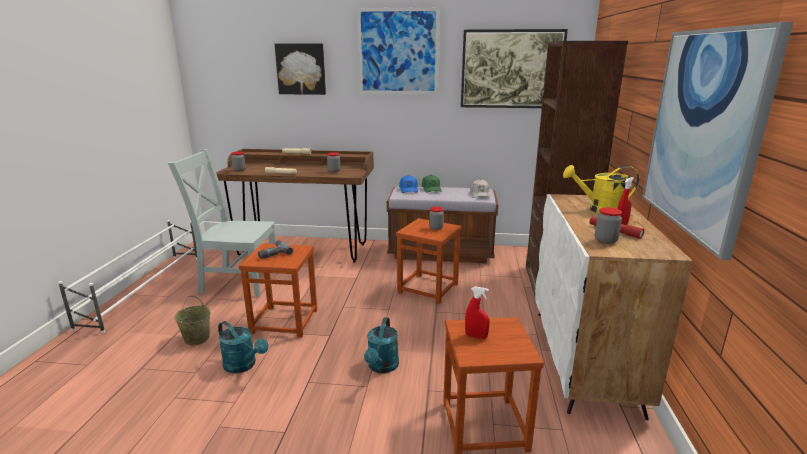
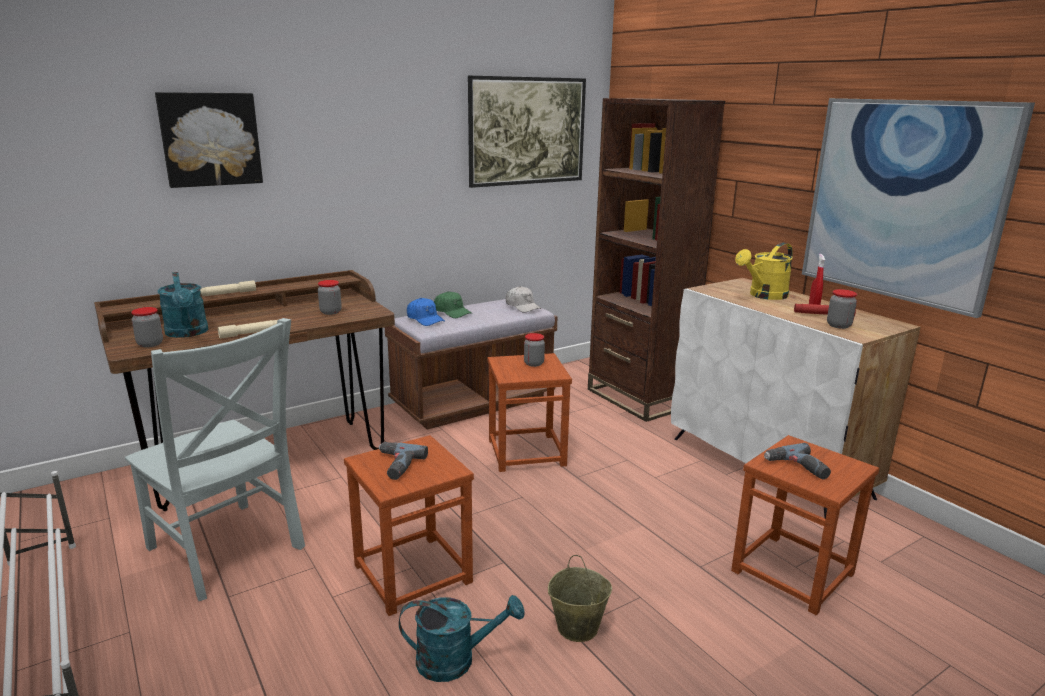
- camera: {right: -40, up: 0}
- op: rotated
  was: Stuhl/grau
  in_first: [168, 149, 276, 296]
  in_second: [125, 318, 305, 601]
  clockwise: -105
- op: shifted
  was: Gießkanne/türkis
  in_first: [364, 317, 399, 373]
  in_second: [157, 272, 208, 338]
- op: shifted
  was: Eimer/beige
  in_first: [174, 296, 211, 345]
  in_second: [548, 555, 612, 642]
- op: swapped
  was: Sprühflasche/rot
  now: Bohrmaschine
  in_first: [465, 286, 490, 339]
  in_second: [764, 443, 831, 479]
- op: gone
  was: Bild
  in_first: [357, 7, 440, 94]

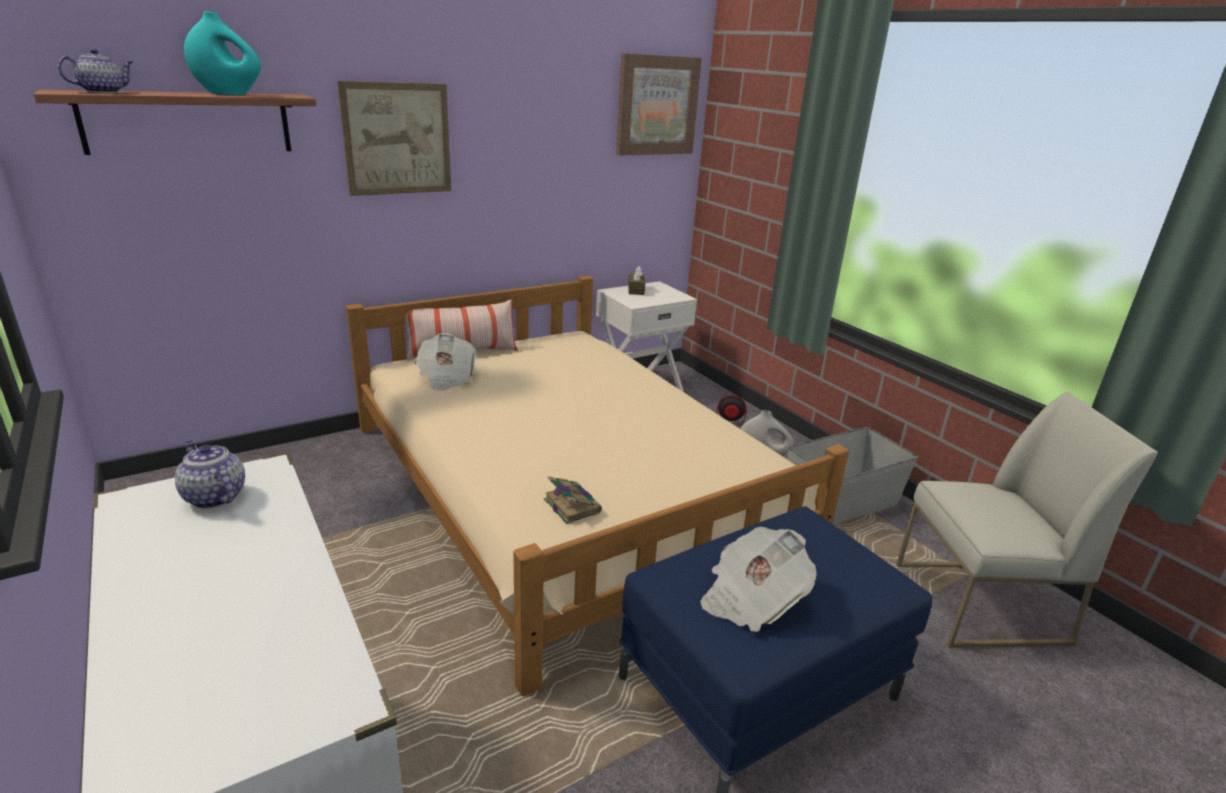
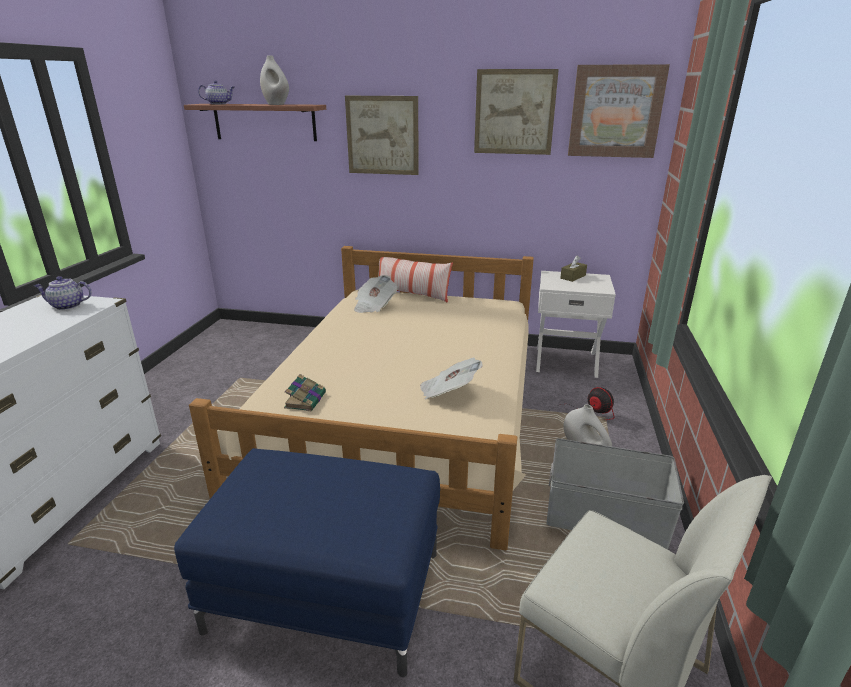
- camera: {right: 45, up: 0}
- op: rotated
  was: Teekanne
  in_first: [175, 441, 245, 509]
  in_second: [34, 276, 92, 310]
  clockwise: -90
- op: repainted
  was: Vase/türkis
  now: Vase/weiß
  in_first: [184, 11, 261, 95]
  in_second: [260, 55, 289, 105]
- op: shifted
  was: Zeitung
  in_first: [700, 526, 817, 632]
  in_second: [420, 358, 483, 400]
- op: new
  now: Bild
  in_second: [474, 69, 559, 155]

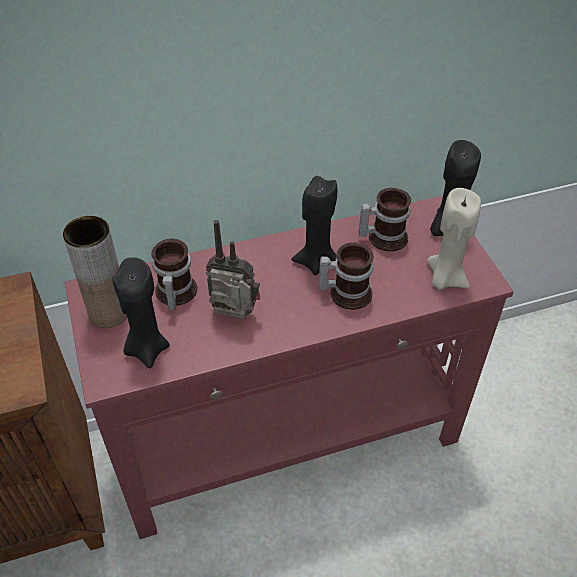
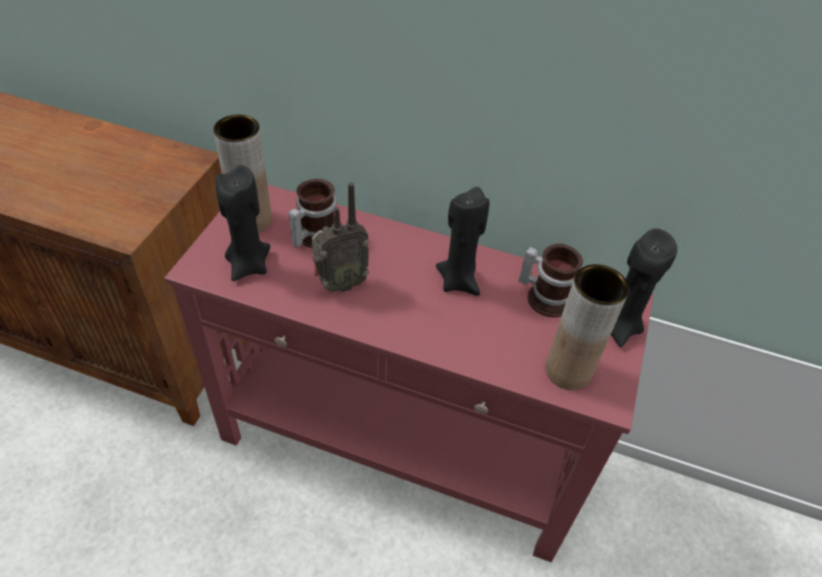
- camera: {right: 35, up: 0}
- op: rotated
  was: Radio
  in_first: [206, 220, 260, 319]
  in_second: [312, 182, 369, 292]
  clockwise: 105
- op: swapped
  was: Kerze/beige
  now: Vase/braun
  in_first: [427, 188, 481, 290]
  in_second: [545, 264, 629, 390]
- op: gone
  was: Henkelbecher
  in_first: [319, 242, 374, 310]

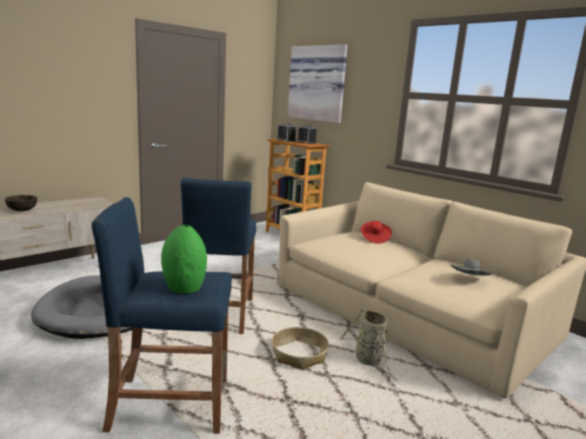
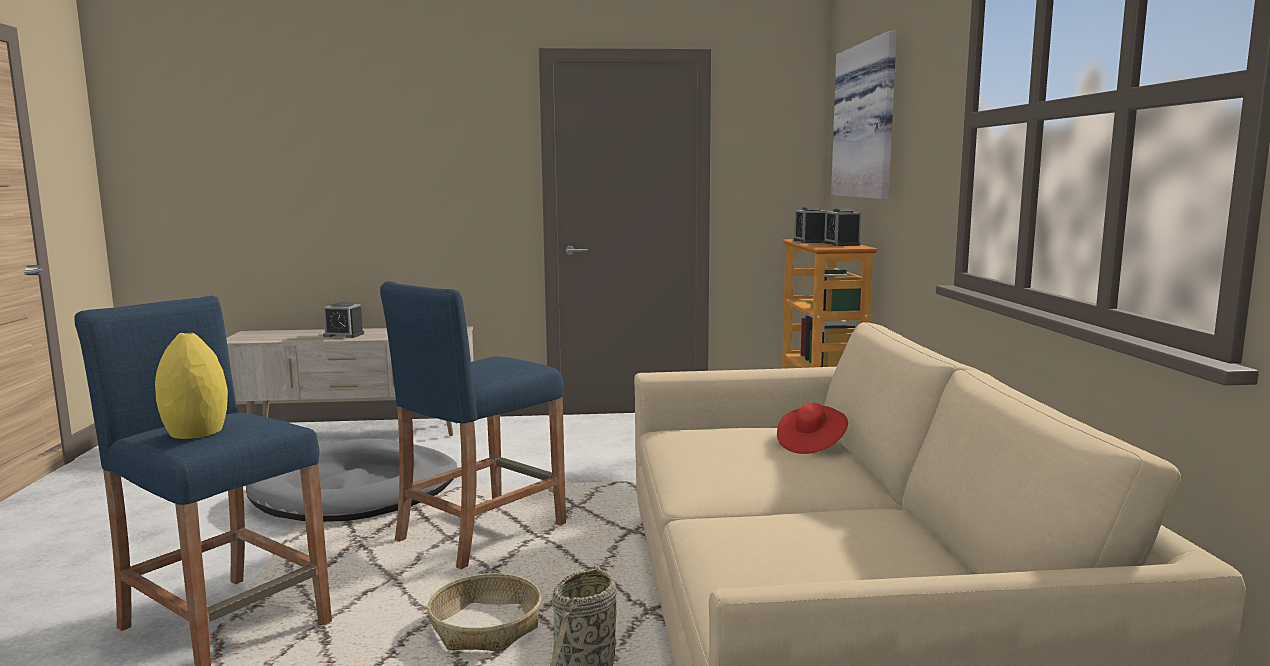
- camera: {right: 40, up: -5}
- op: repainted
  was: Vase/grün
  now: Vase/gelb
  in_first: [161, 225, 207, 293]
  in_second: [155, 333, 228, 439]
- op: swapped
  was: Schüssel/braun
  now: Wecker
  in_first: [5, 195, 37, 211]
  in_second: [323, 302, 364, 338]
- op: gone
  was: Hut/grau
  in_first: [451, 259, 492, 276]

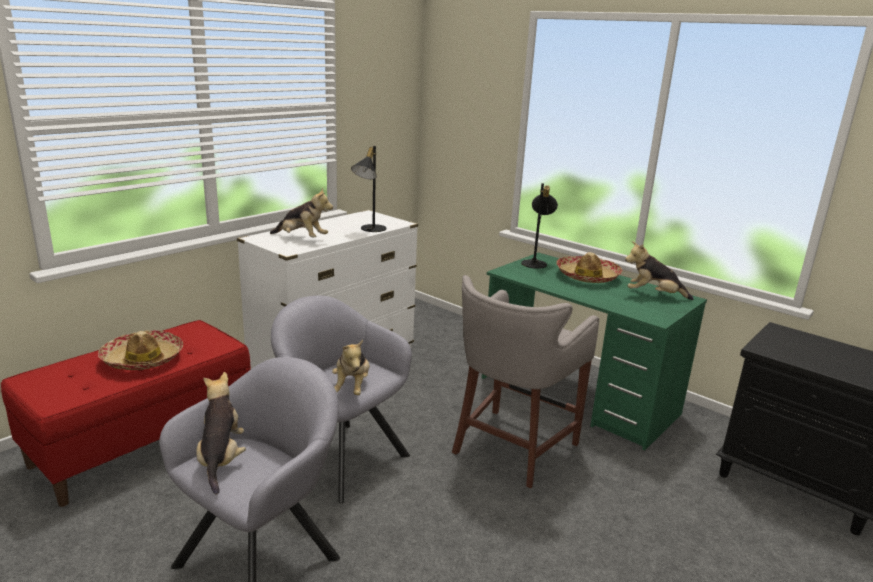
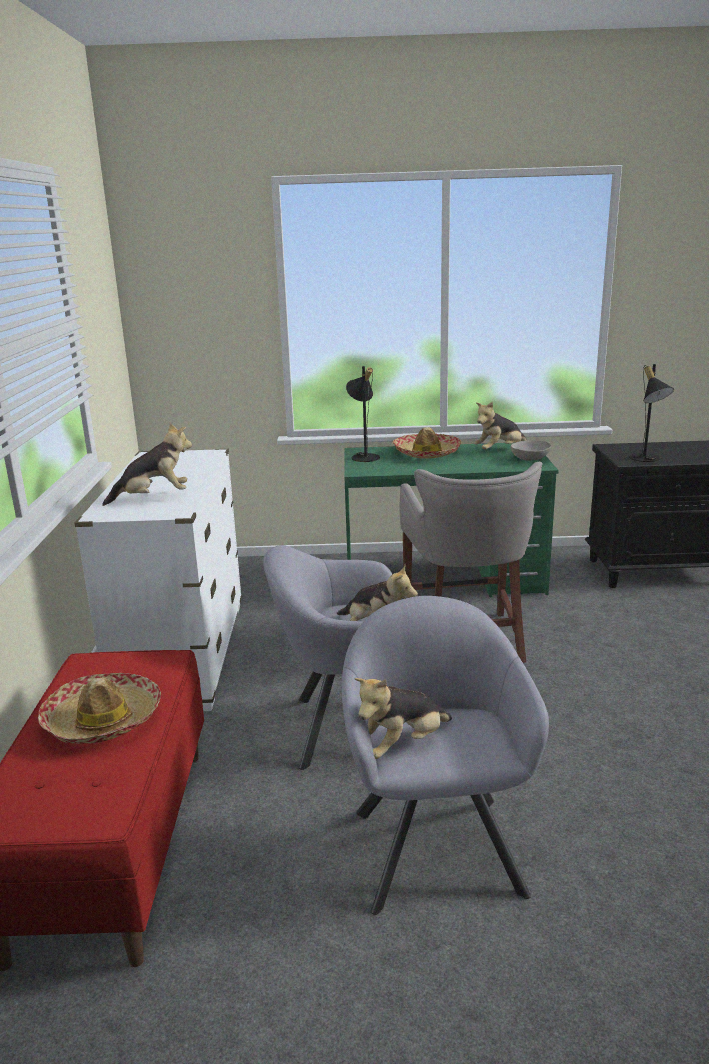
- camera: {right: -40, up: 0}
- op: rotated
  was: Plüschtier
  in_first: [196, 372, 246, 495]
  in_second: [354, 678, 452, 759]
  clockwise: -75
- op: new
  now: Schüssel/grau
  in_second: [511, 440, 551, 460]
- op: shifted
  was: Tischlampe/schwarz
  in_first: [351, 146, 386, 232]
  in_second: [629, 364, 674, 462]

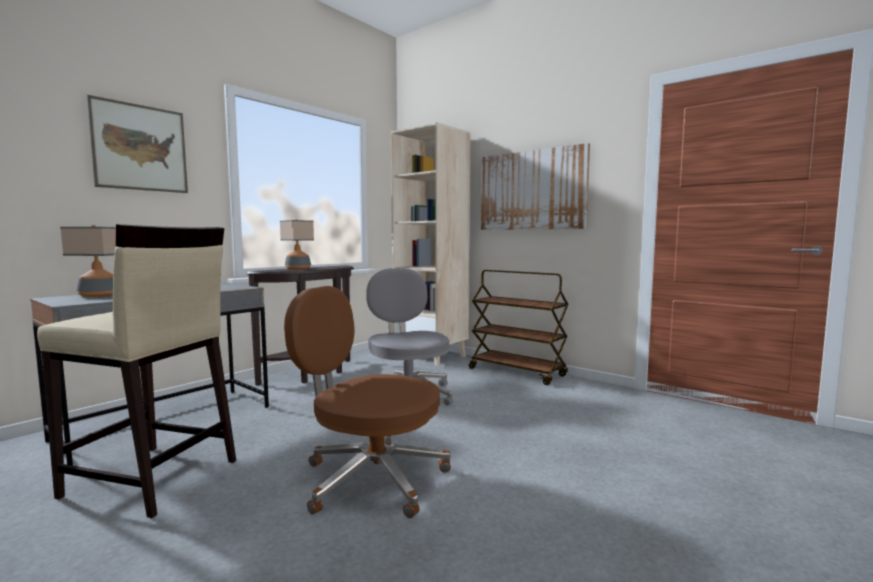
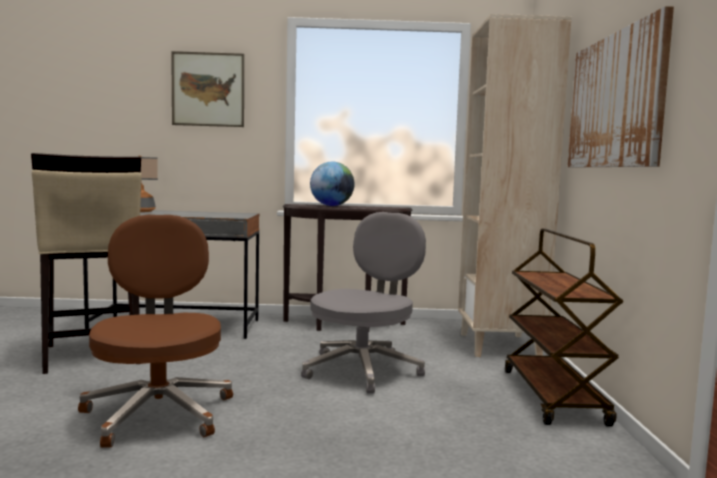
- camera: {right: 50, up: 0}
- op: swapped
  was: Tischlampe
  now: Globus
  in_first: [280, 219, 314, 270]
  in_second: [310, 162, 355, 206]

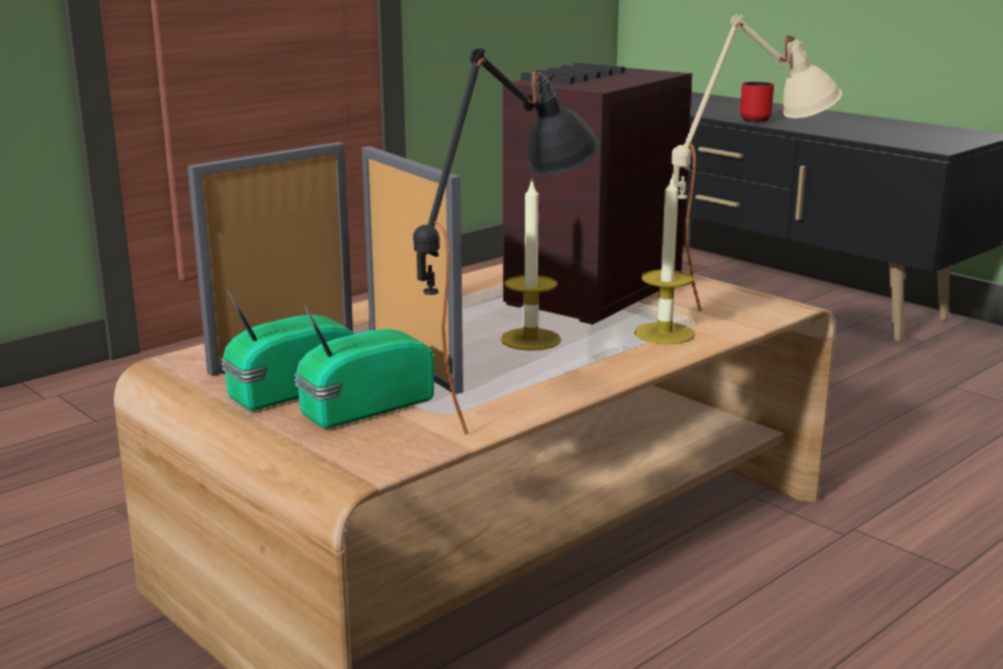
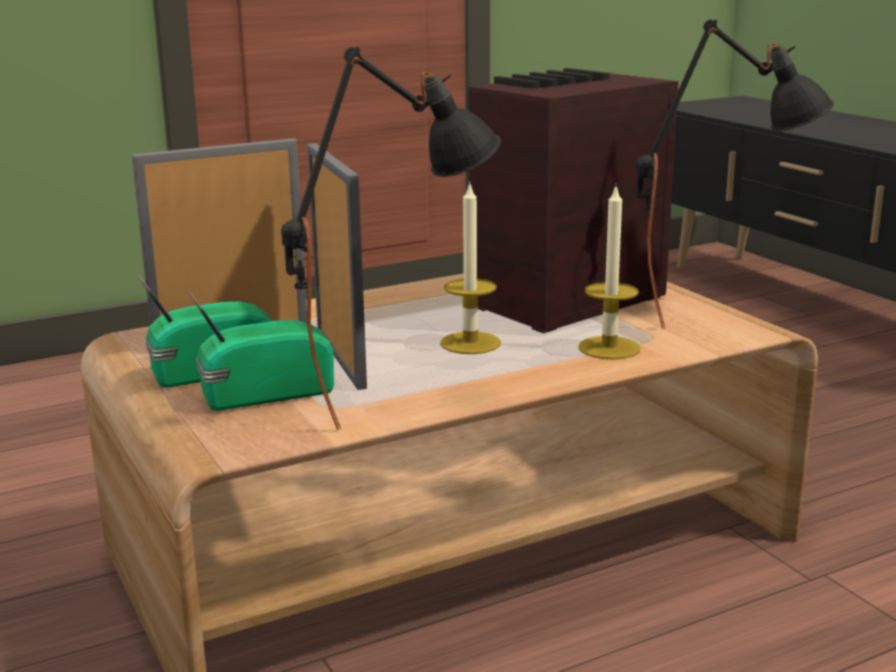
- camera: {right: 15, up: 0}
- op: repainted
  was: Tischlampe/beige
  now: Tischlampe/schwarz
  in_first: [671, 14, 842, 311]
  in_second: [636, 19, 834, 329]
- op: gone
  was: Henkelbecher/rot
  in_first: [740, 82, 774, 122]

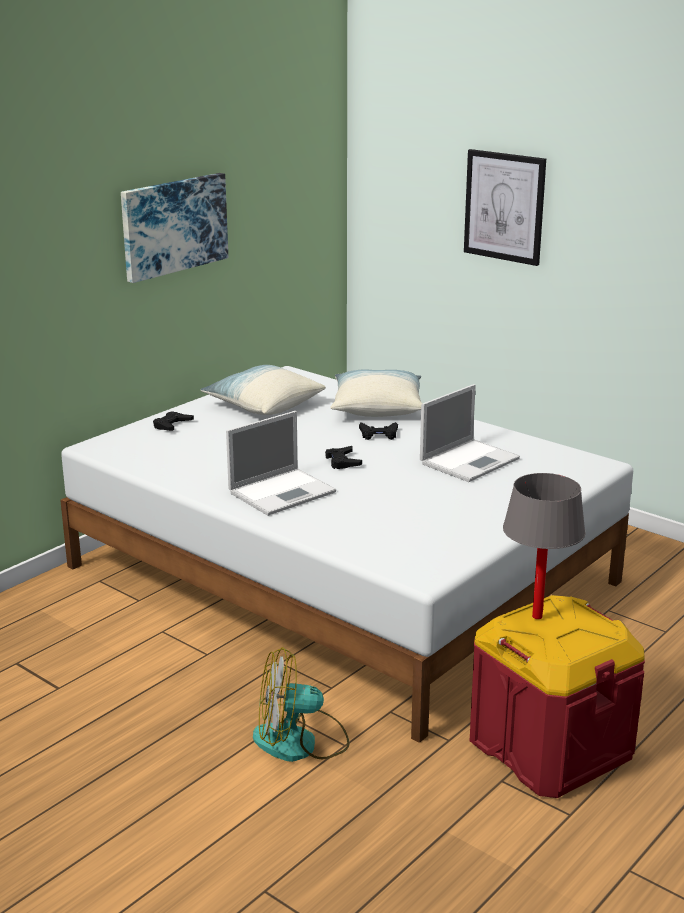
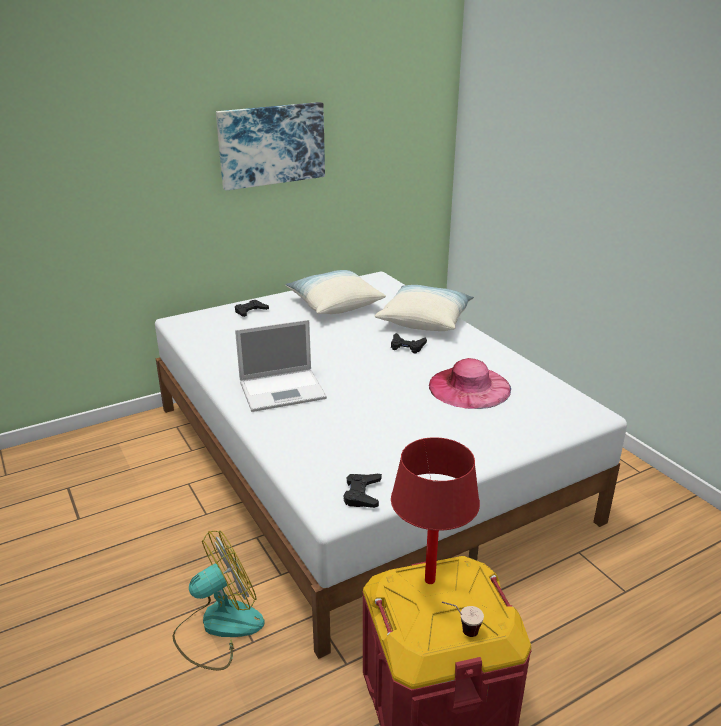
- camera: {right: 20, up: 5}
- op: rotated
  was: Ventilator
  in_first: [253, 647, 350, 762]
  in_second: [173, 531, 265, 670]
  clockwise: 135
- op: shifted
  was: Gamepad/schwarz
  in_first: [325, 446, 362, 469]
  in_second: [343, 474, 382, 508]
- op: repainted
  was: Tischlampe/grau
  now: Tischlampe/rot
  in_first: [503, 473, 586, 619]
  in_second: [391, 437, 480, 584]
- op: swapped
  was: Laptop
  now: Hut/rosa
  in_first: [420, 384, 520, 482]
  in_second: [429, 358, 511, 409]
- op: new
  now: Tasse
  in_second: [442, 601, 484, 637]
- op: gone
  was: Bild
  in_first: [464, 149, 546, 266]

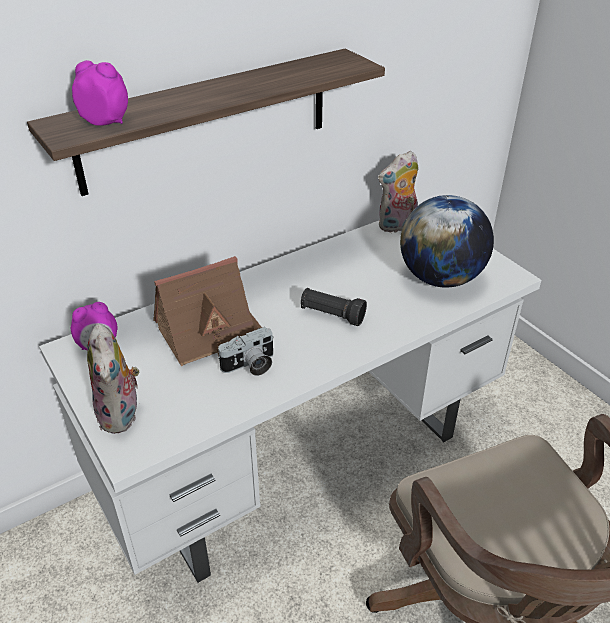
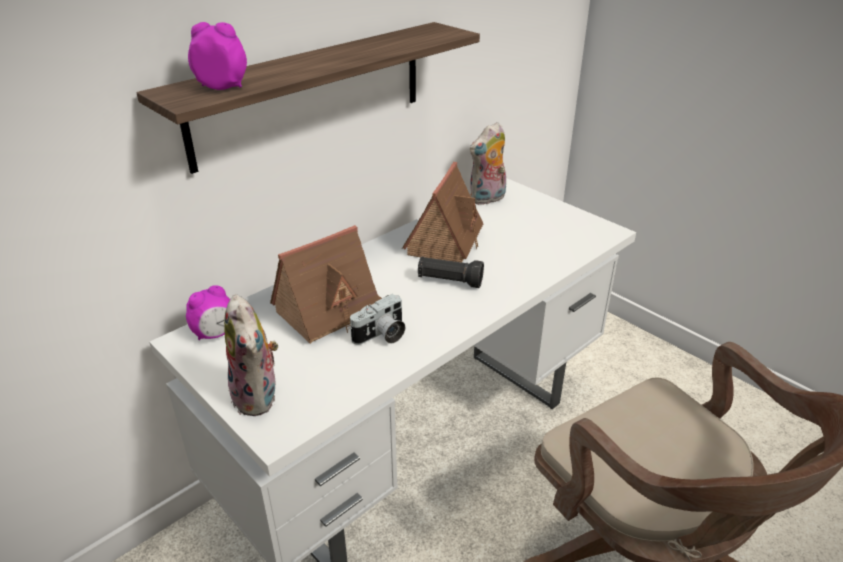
- camera: {right: -10, up: -5}
- op: new
  now: Spielzeughaus
  in_second: [402, 162, 483, 262]
- op: gone
  was: Globus
  in_first: [400, 195, 494, 288]

